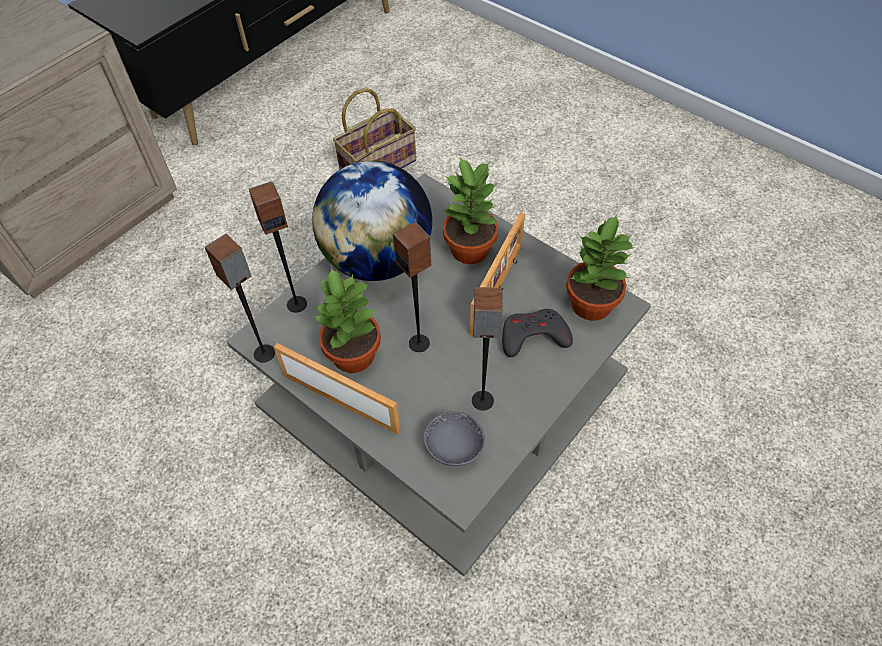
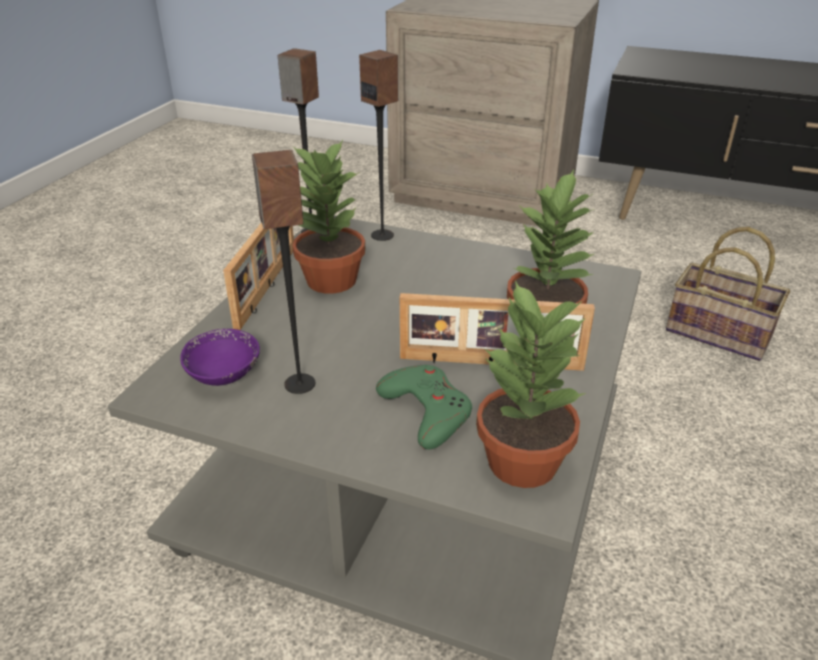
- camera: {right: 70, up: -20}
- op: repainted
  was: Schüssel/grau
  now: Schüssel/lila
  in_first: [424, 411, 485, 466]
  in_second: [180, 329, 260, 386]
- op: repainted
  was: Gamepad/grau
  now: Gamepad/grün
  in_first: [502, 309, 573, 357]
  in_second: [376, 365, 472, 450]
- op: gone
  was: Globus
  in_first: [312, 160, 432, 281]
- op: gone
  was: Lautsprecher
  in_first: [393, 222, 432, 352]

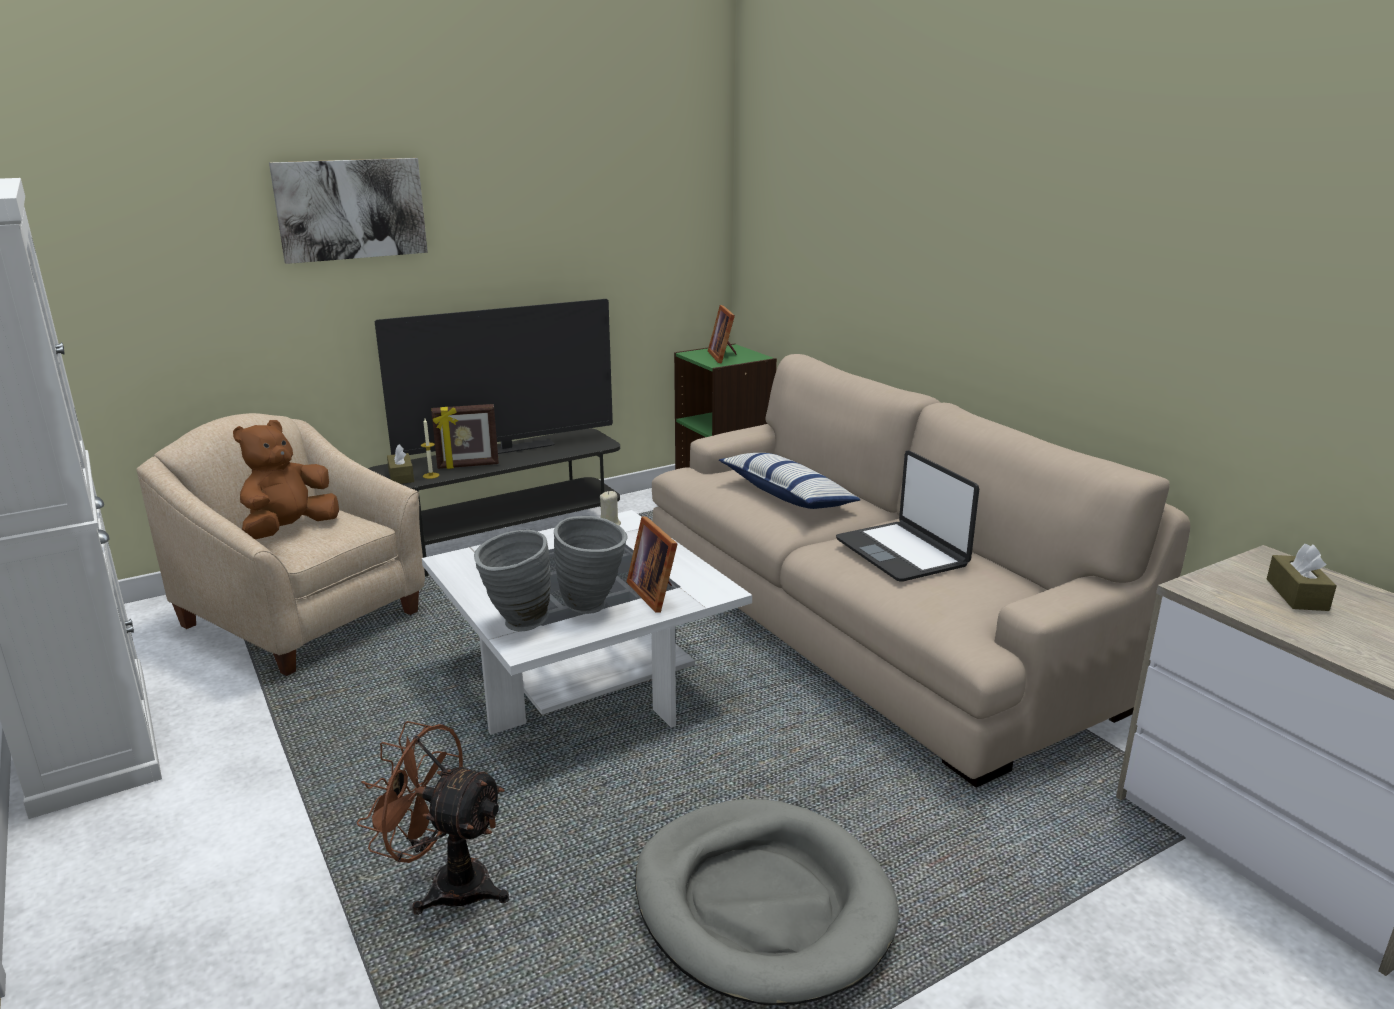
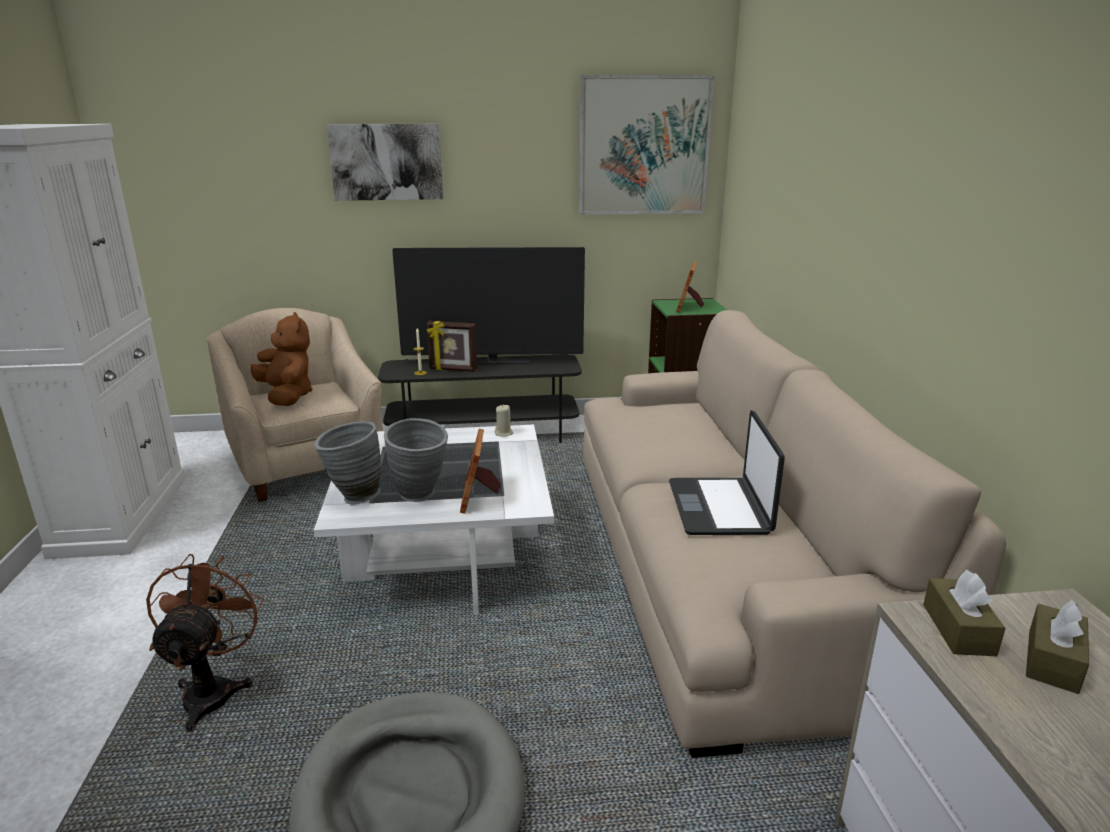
- camera: {right: 25, up: 0}
- op: rotated
  was: Ventilator/braun
  in_first: [357, 721, 509, 915]
  in_second: [146, 554, 264, 732]
  clockwise: 45
- op: rotated
  was: Plüschtier/braun
  in_first: [233, 420, 339, 540]
  in_second: [251, 312, 312, 406]
  clockwise: 90
- op: new
  now: Bild
  in_second: [579, 75, 714, 215]
- op: shifted
  was: Taschentuchbox/braun
  in_first: [387, 444, 414, 484]
  in_second: [923, 570, 1005, 656]
- op: gone
  was: Kissen
  in_first: [719, 453, 861, 509]

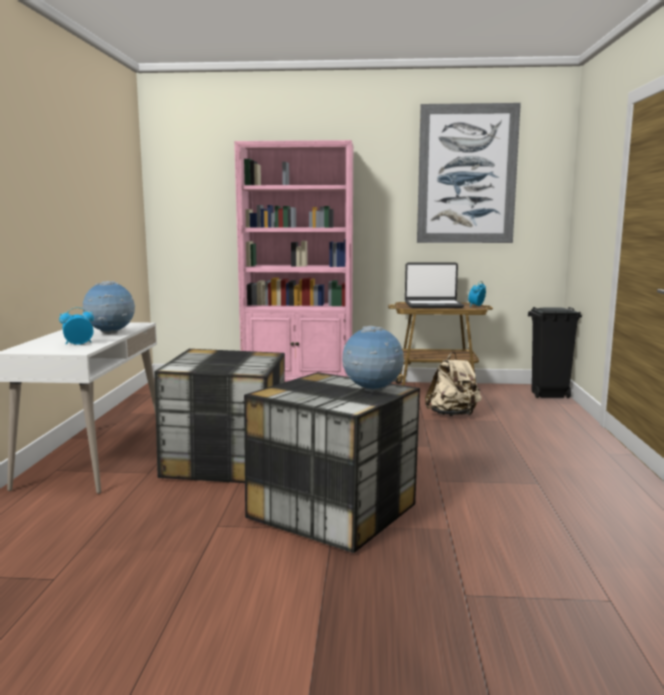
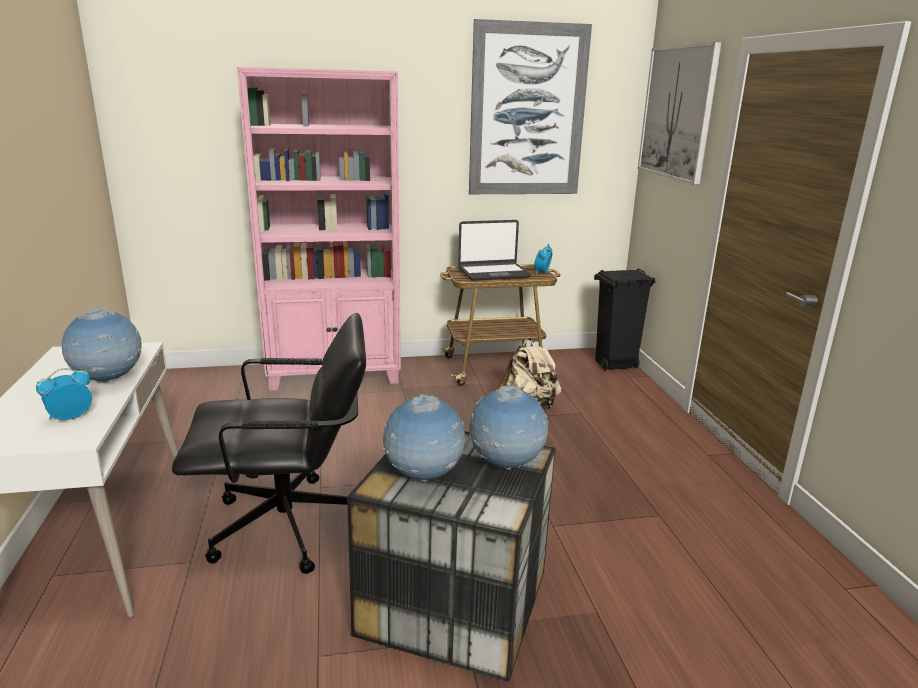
- camera: {right: -15, up: 10}
- op: swapped
  was: Aufbewahrungsbox
  now: Bürostuhl/schwarz
  in_first: [154, 349, 285, 483]
  in_second: [172, 313, 366, 574]
- op: new
  now: Globus
  in_second: [382, 394, 465, 482]
- op: new
  now: Bild
  in_second: [638, 42, 722, 185]

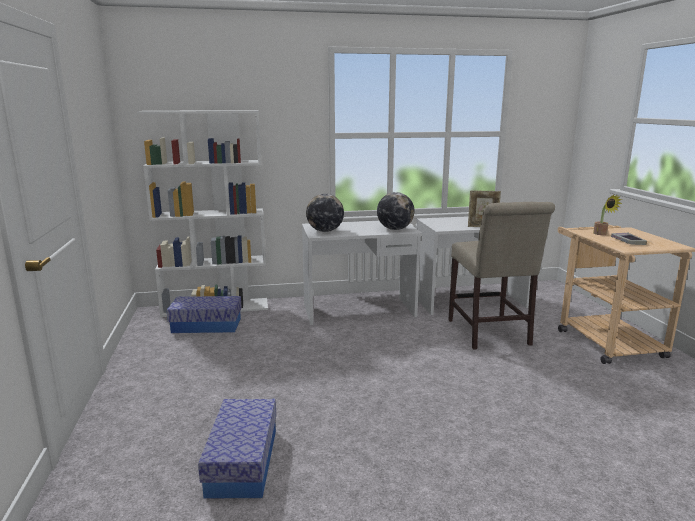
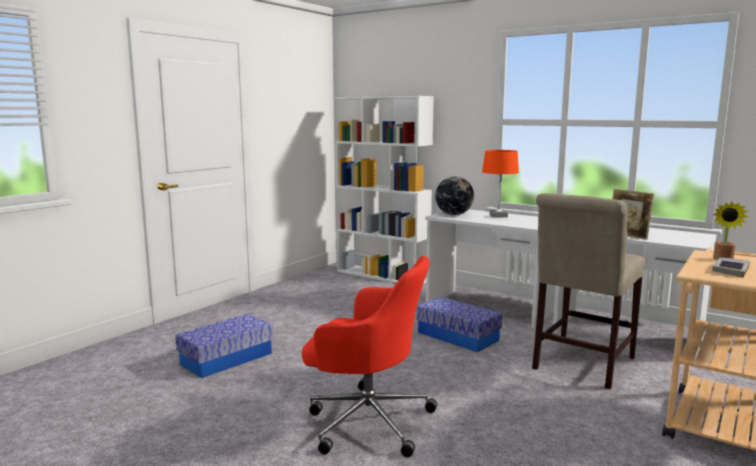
- camera: {right: 45, up: -5}
- op: new
  now: Bürostuhl/rot
  in_second: [302, 256, 437, 457]
- op: shifted
  was: Aufbewahrungsbox
  in_first: [167, 296, 242, 333]
  in_second: [416, 297, 503, 352]
- op: new
  now: Tischlampe/orange
  in_second: [482, 150, 519, 218]
- op: gone
  was: Globus
  in_first: [377, 192, 414, 230]

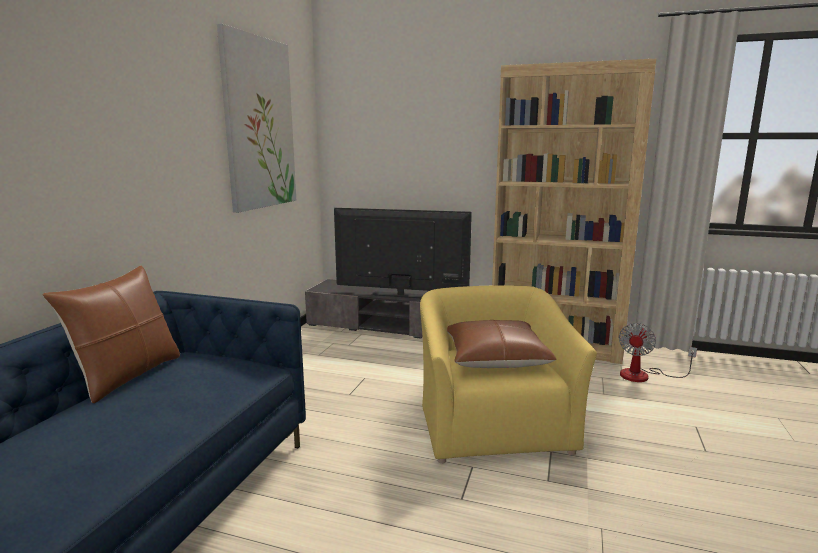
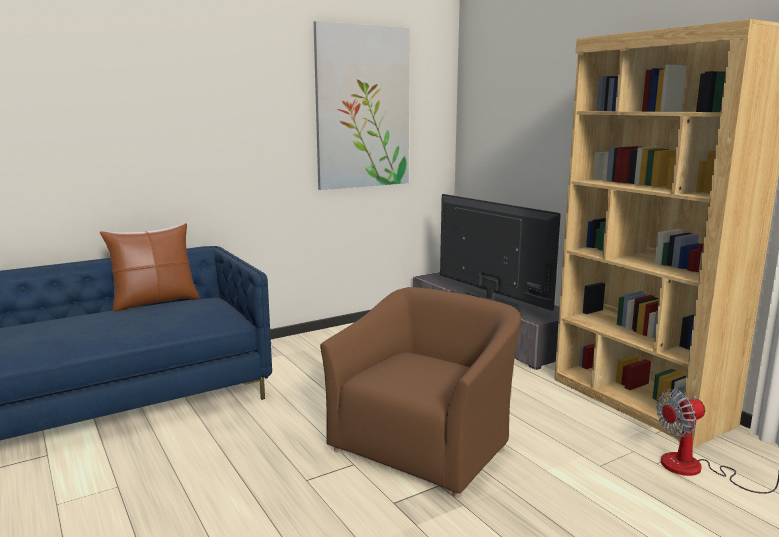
- camera: {right: 40, up: 0}
- op: repainted
  was: Sessel/gelb
  now: Sessel/braun
  in_first: [420, 285, 597, 464]
  in_second: [320, 287, 521, 498]
- op: gone
  was: Kissen/braun
  in_first: [447, 320, 557, 368]

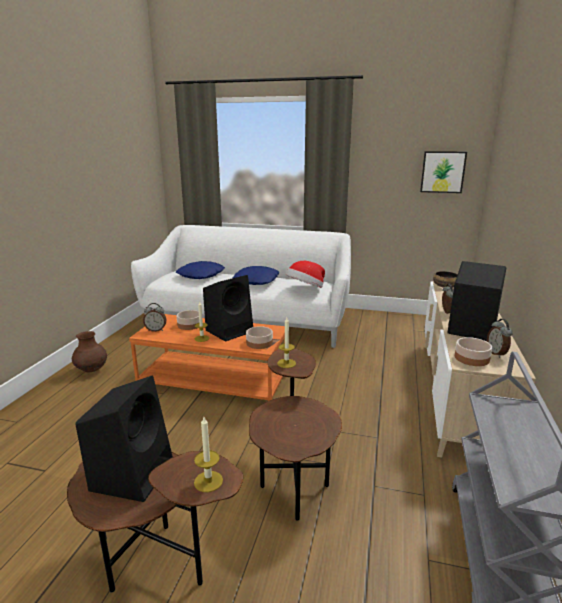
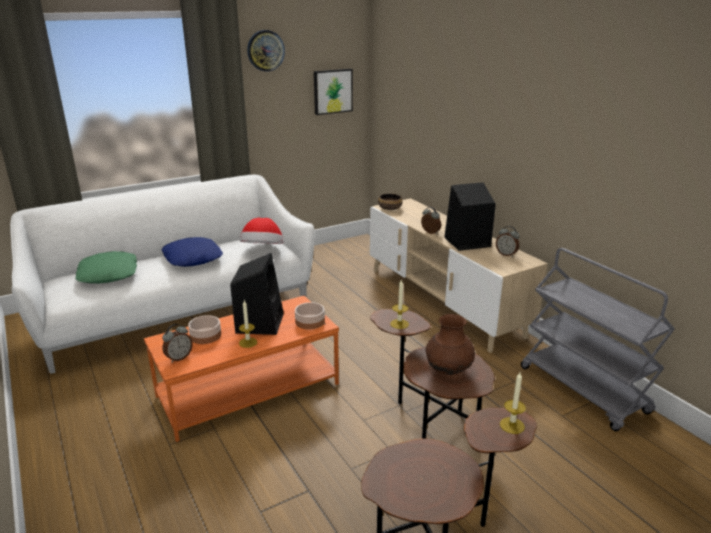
- camera: {right: -45, up: 5}
- op: repainted
  was: Kissen/blau
  now: Kissen/grün
  in_first: [176, 261, 225, 279]
  in_second: [76, 251, 137, 284]
- op: new
  now: Wanduhr
  in_second: [247, 30, 285, 72]
- op: shifted
  was: Vase/braun
  in_first: [72, 331, 107, 372]
  in_second: [425, 314, 475, 375]
- op: gone
  was: Lautsprecher/schwarz
  in_first: [75, 375, 173, 502]
- op: gone
  was: Schüssel
  in_first: [455, 337, 492, 366]

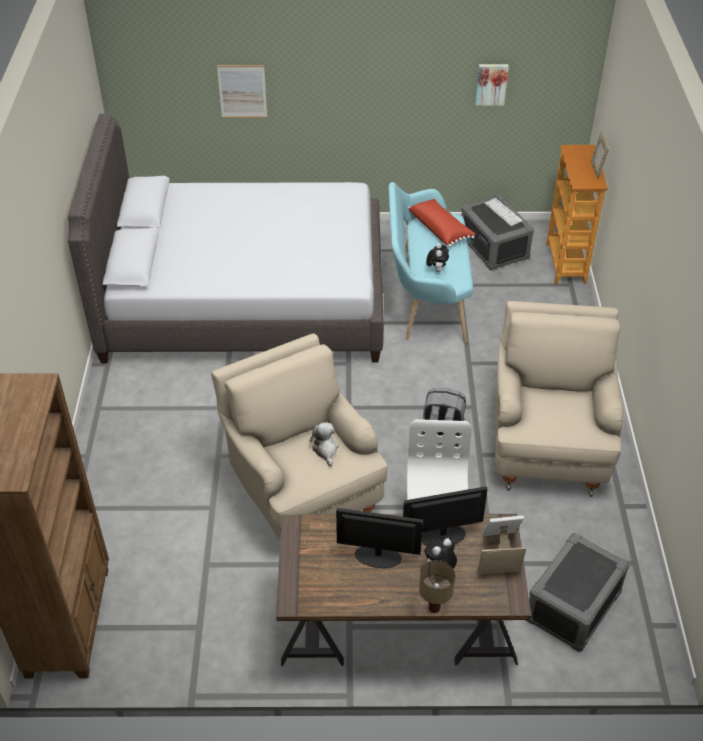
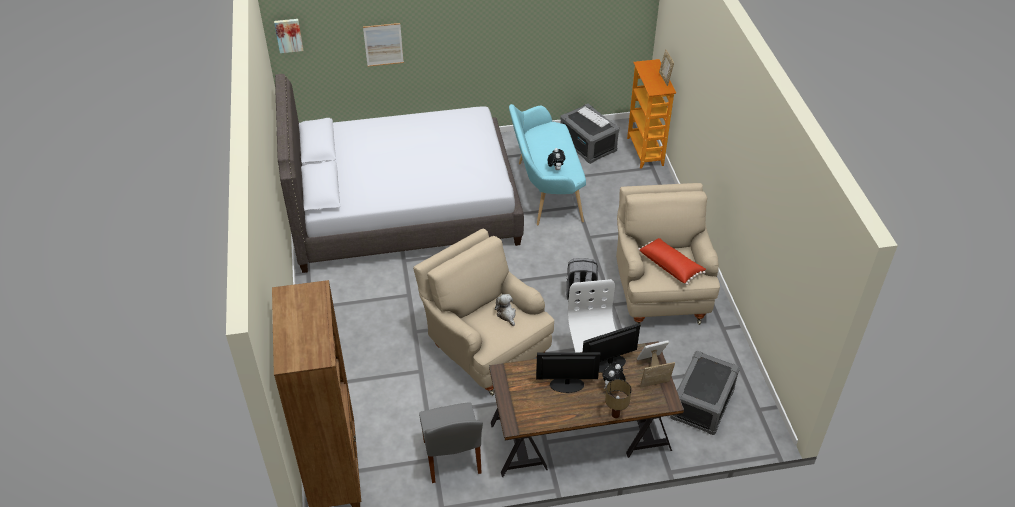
- camera: {right: -10, up: 0}
- op: shifted
  was: Bild
  in_first: [475, 64, 509, 106]
  in_second: [274, 19, 303, 53]
- op: new
  now: Stuhl/grau
  in_second: [419, 402, 483, 483]
- op: shifted
  was: Kissen/rot
  in_first: [408, 199, 476, 247]
  in_second: [638, 238, 706, 285]

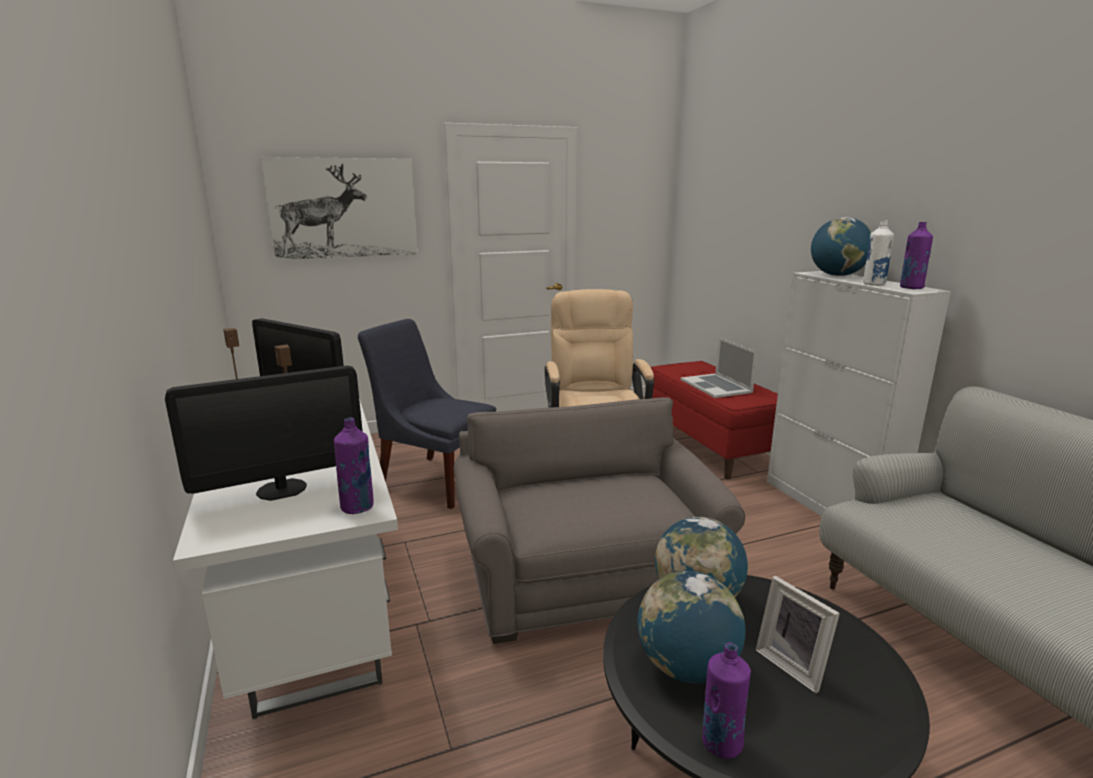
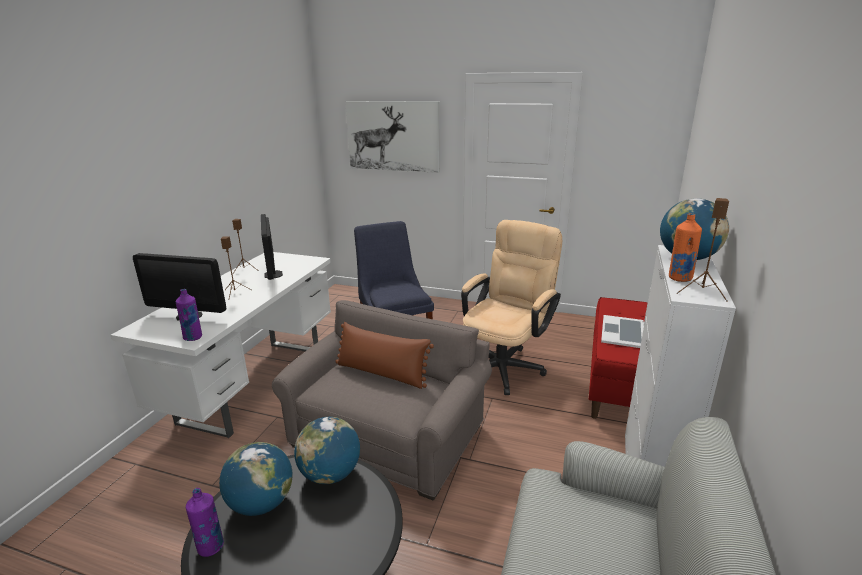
- camera: {right: 40, up: 5}
- op: new
  now: Kissen/braun
  in_second: [335, 322, 434, 389]
- op: repainted
  was: Flasche/weiß
  now: Flasche/orange
  in_first: [863, 221, 894, 286]
  in_second: [669, 213, 702, 282]
- op: swapped
  was: Flasche/lila
  now: Lautsprecher/braun
  in_first: [900, 222, 933, 289]
  in_second: [677, 198, 729, 302]
- op: gone
  was: Bilderrahmen
  in_first: [756, 576, 840, 693]

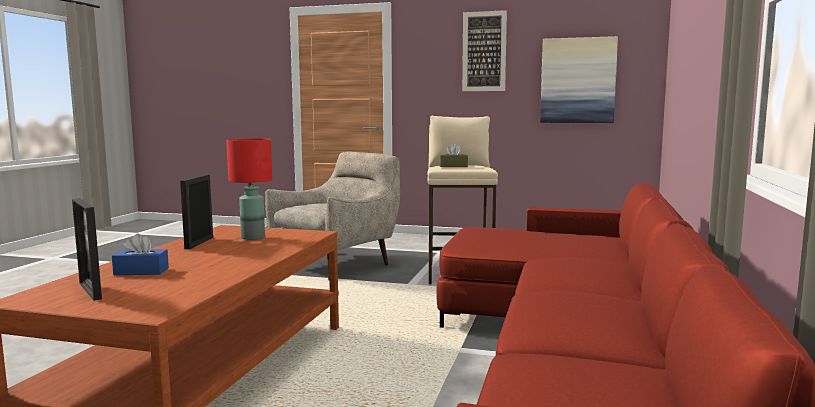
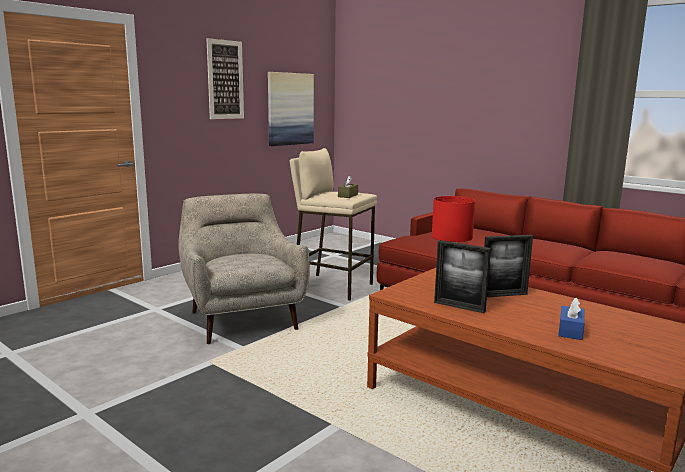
- camera: {right: -65, up: 5}
- op: shifted
  was: Bilderrahmen
  in_first: [72, 198, 102, 301]
  in_second: [484, 235, 533, 297]

